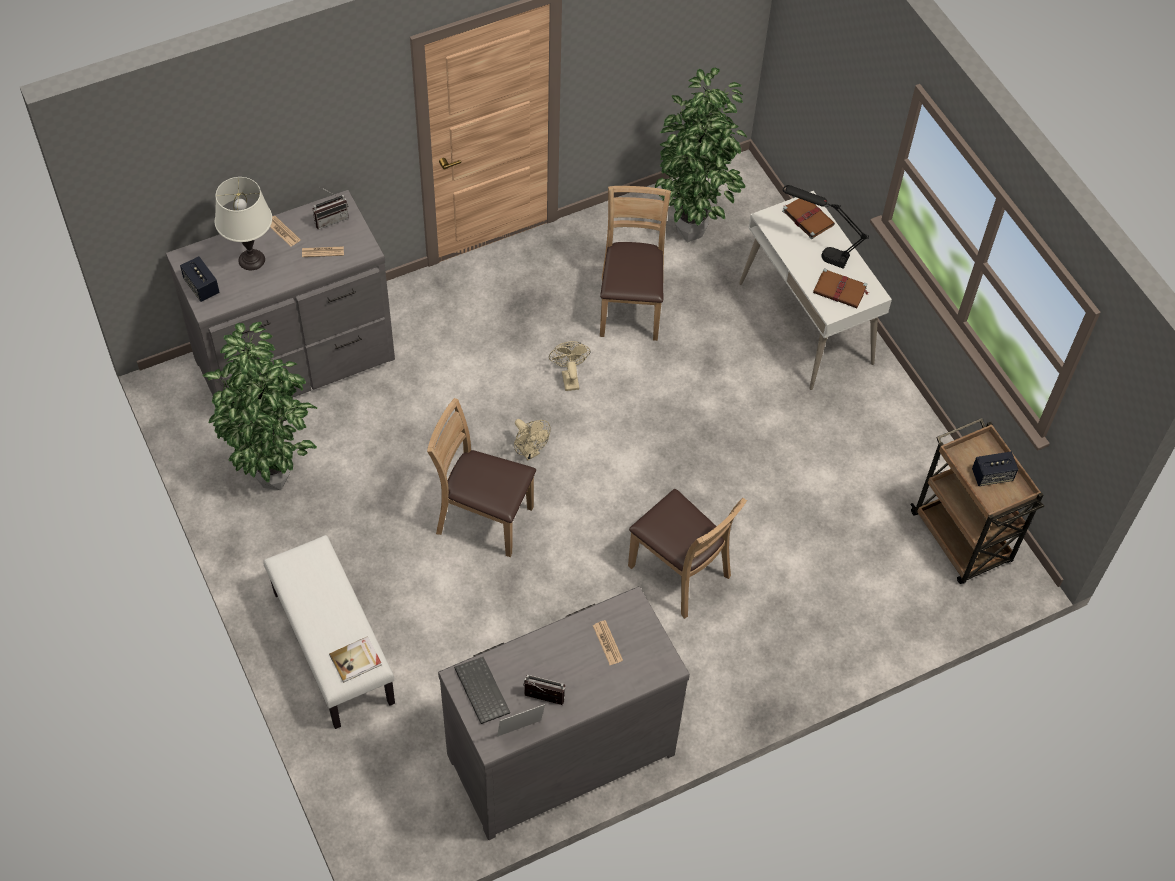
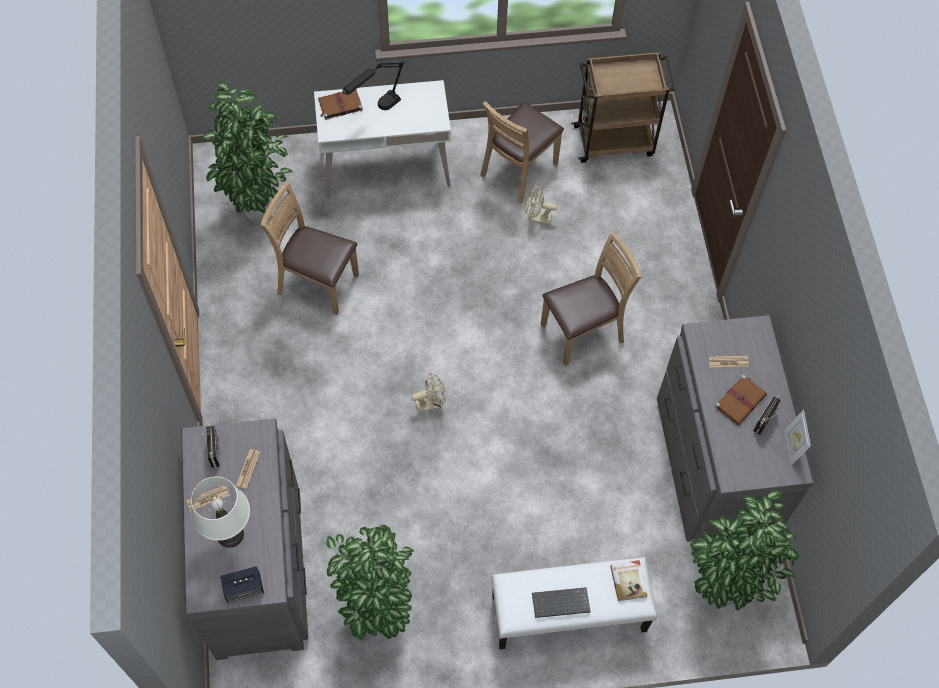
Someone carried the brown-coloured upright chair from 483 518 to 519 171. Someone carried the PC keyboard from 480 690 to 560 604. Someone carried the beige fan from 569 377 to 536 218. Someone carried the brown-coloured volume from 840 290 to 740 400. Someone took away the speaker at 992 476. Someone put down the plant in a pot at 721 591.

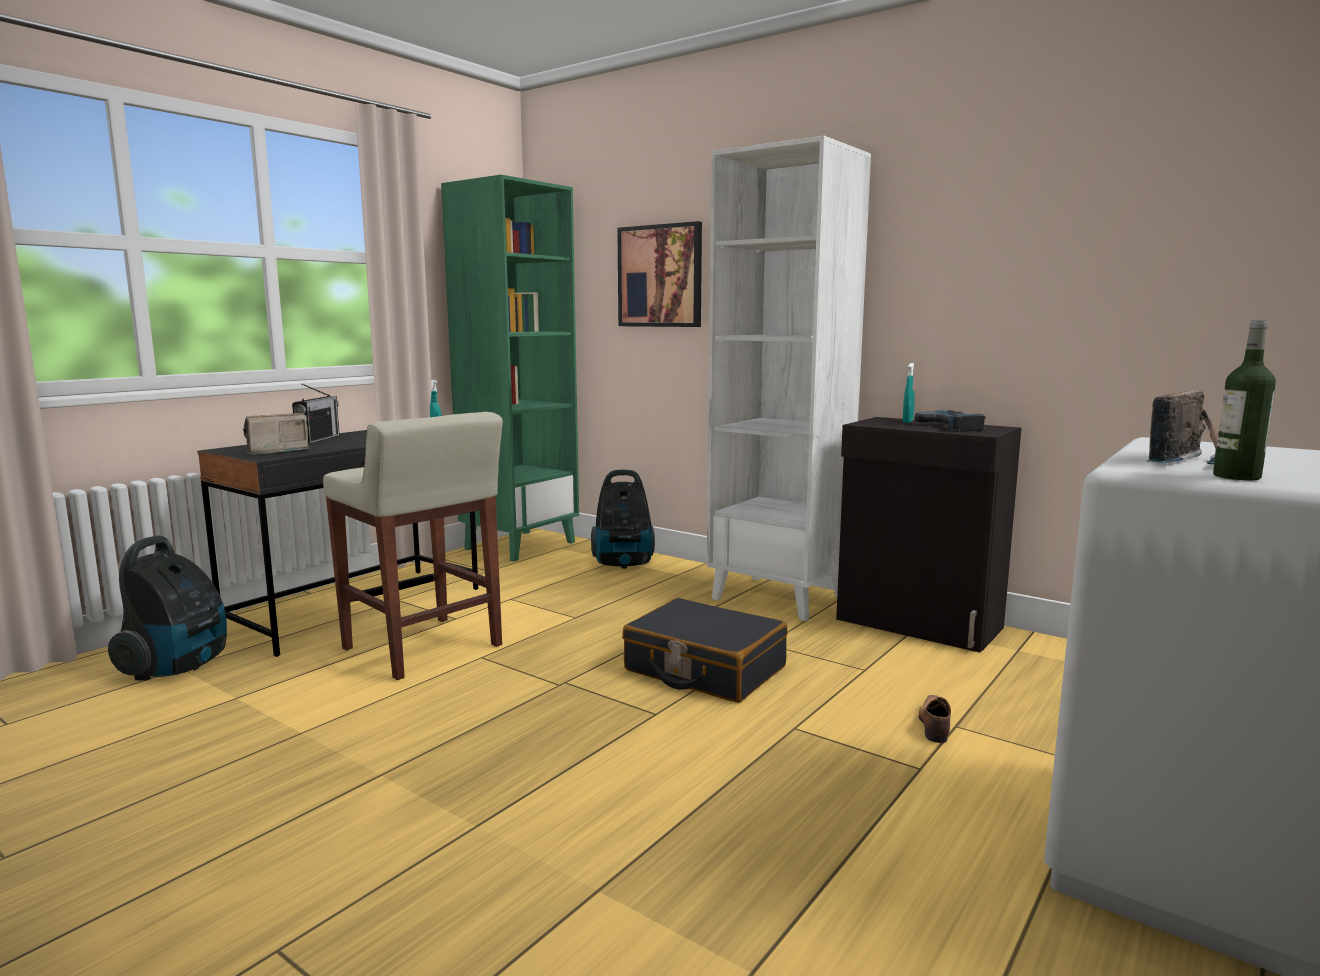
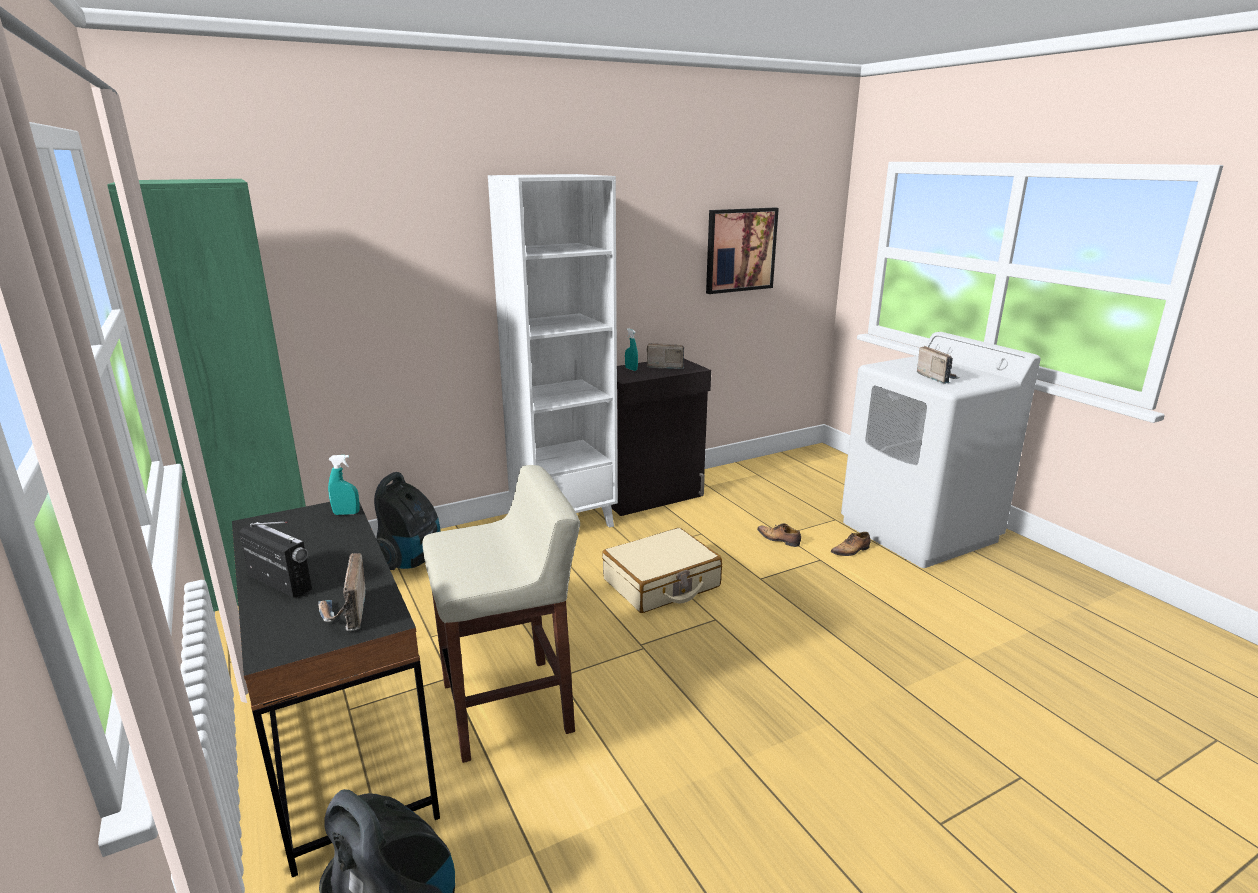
Someone carried the wall art from 660 276 to 740 250. Someone repainted the black-coloured suitcase at 704 669, which became the beige suitcase at 661 583. Someone swapped the electric drill at 955 427 for the radio receiver at 665 366. Someone took away the bottle at 1236 476. Someone put down the low shoe at 851 551.

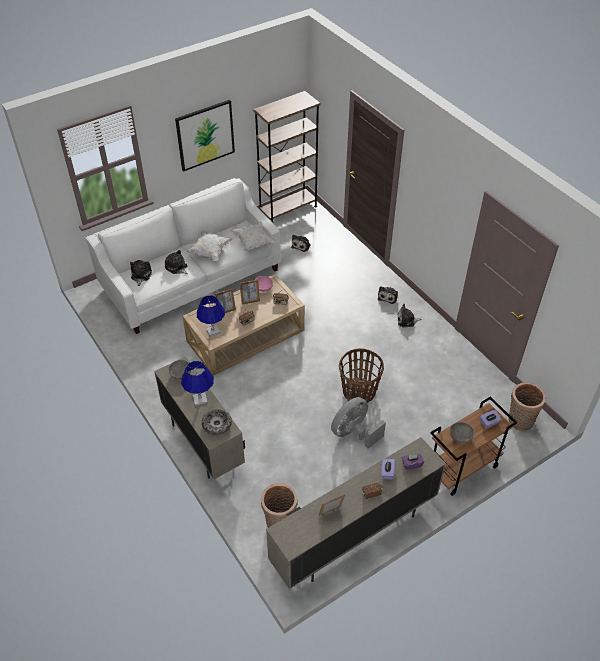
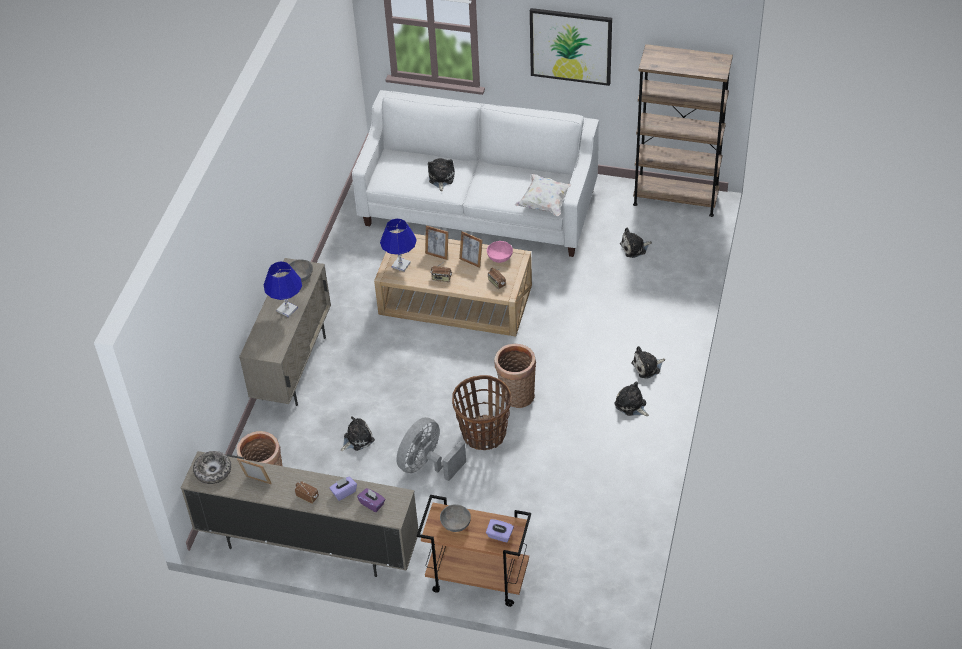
Someone carried the plush toy from 140 275 to 357 439. Someone took away the white-coloured pillow at 209 251. Someone carried the serving bowl from 217 424 to 213 471. Someone rotated the greyish fan at 354 433 by 60 degrees counterclockwise. Someone carried the storage basket from 519 422 to 516 395.

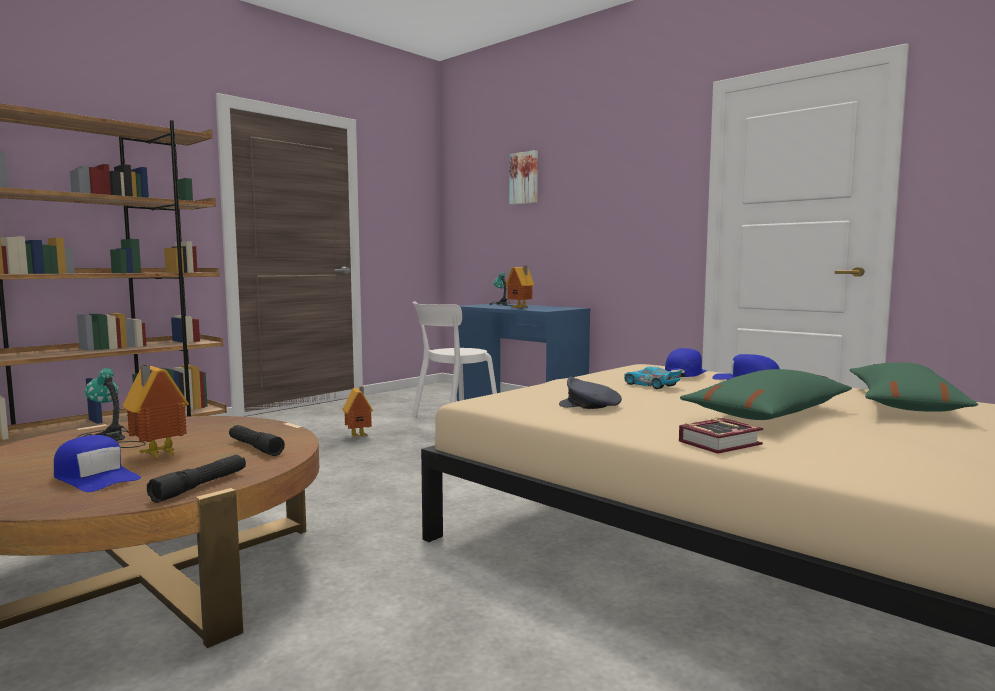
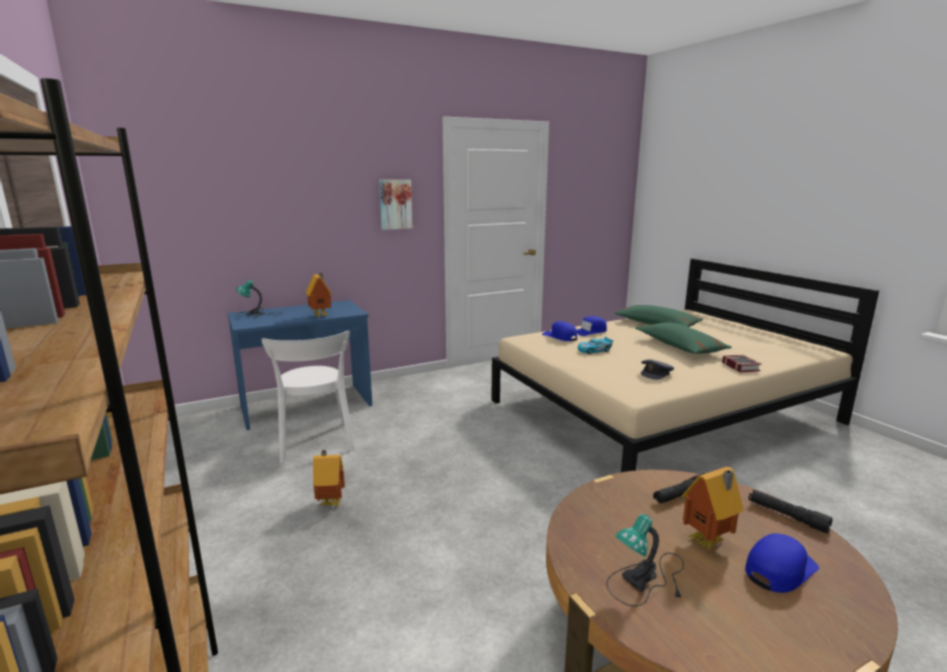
Someone carried the wall art from 524 178 to 395 204.

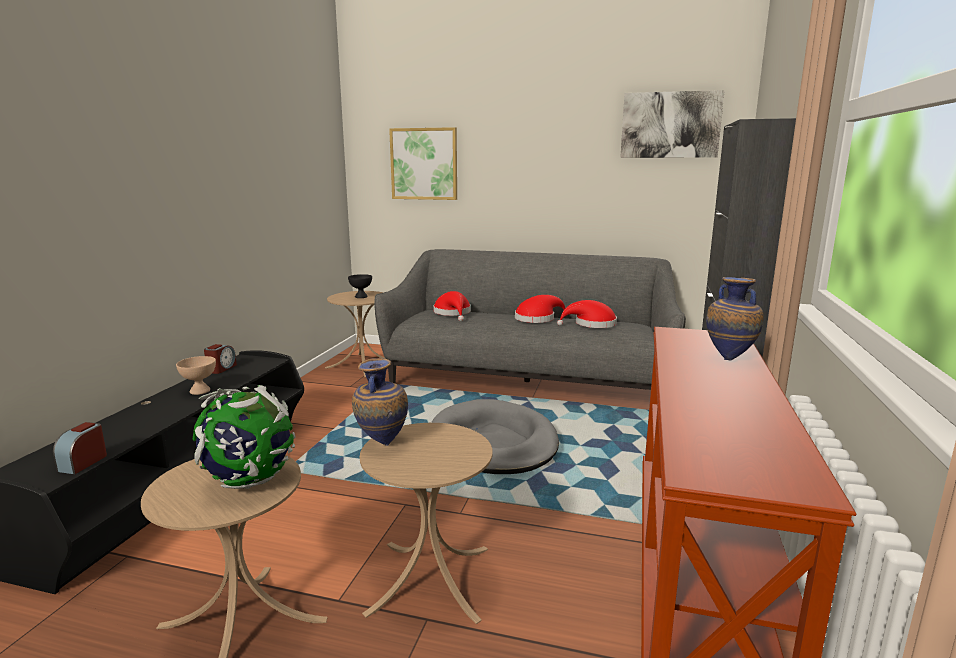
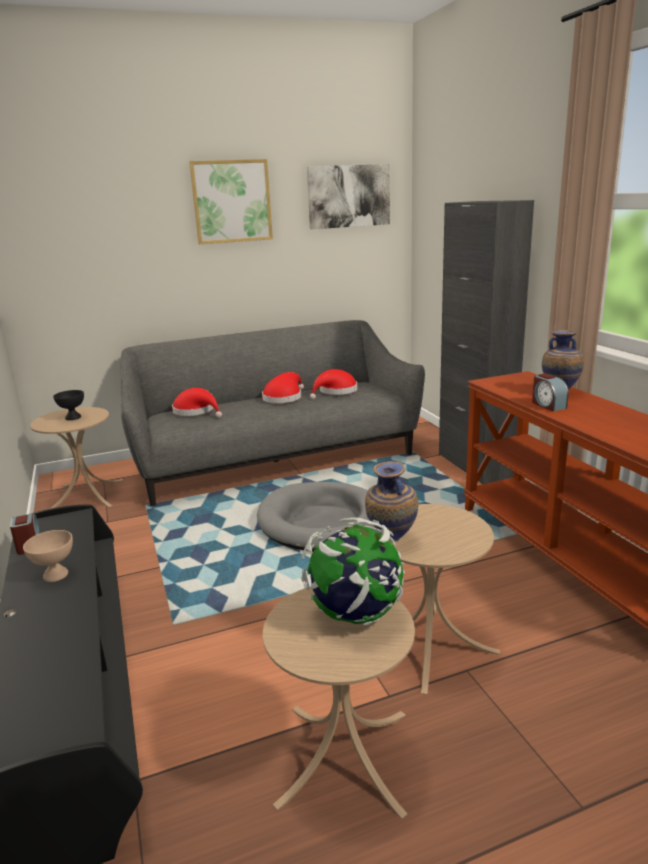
Someone carried the table clock from 83 463 to 548 405. Someone carried the wall art from 424 164 to 231 201.

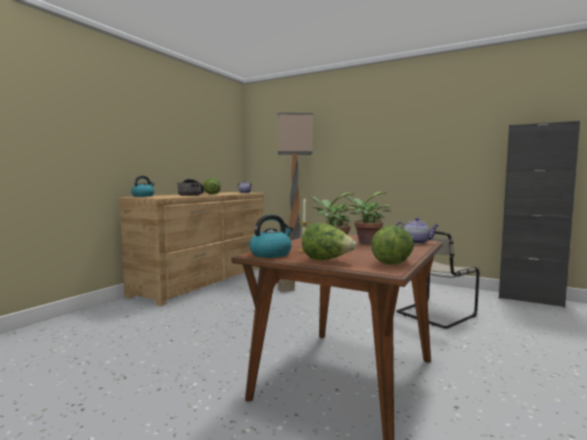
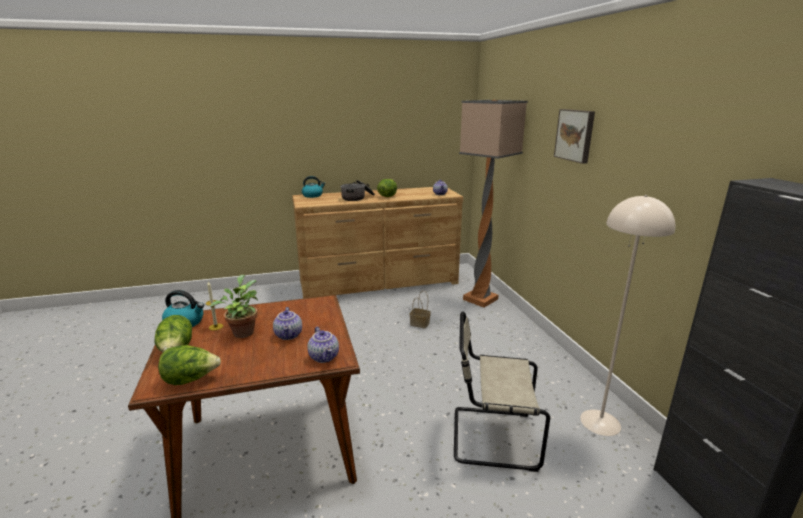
Someone swapped the plant in a pot at 365 242 for the teapot at 289 335. Someone put up the wall art at 575 135. Someone put down the beige floor lamp at 600 422.

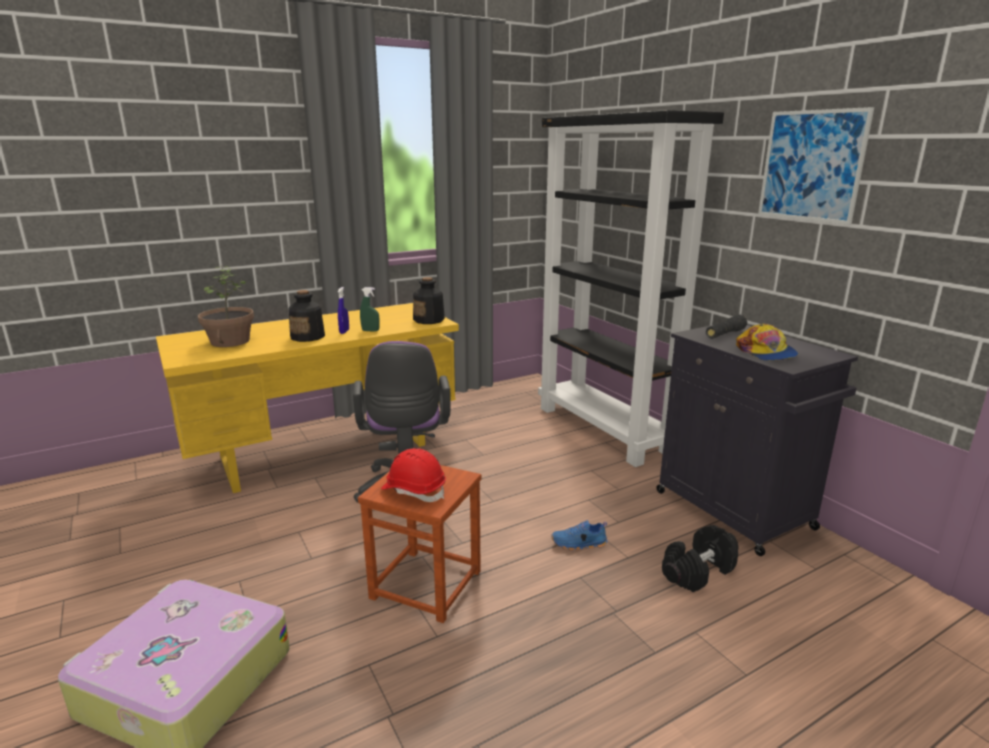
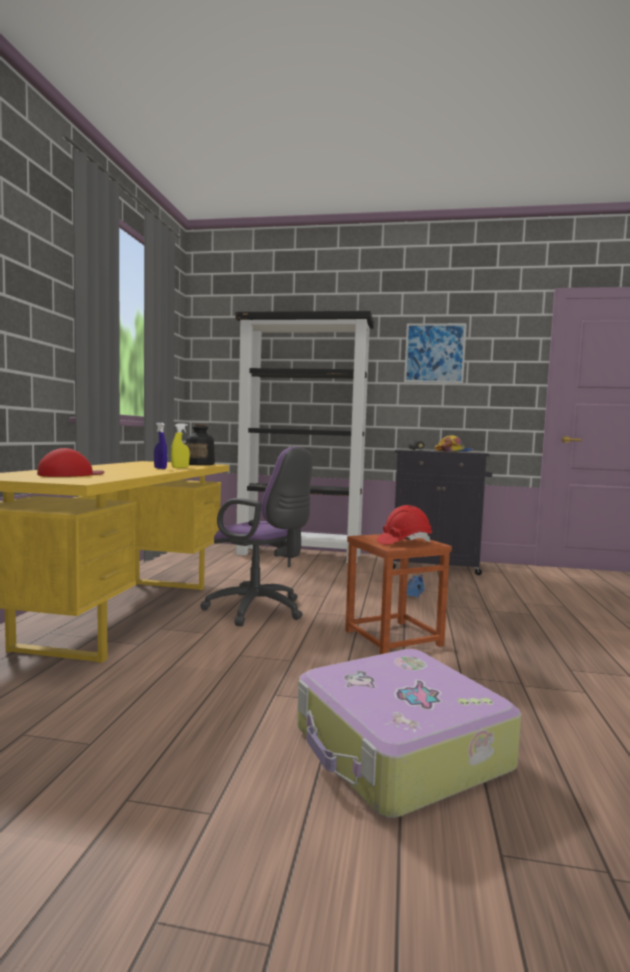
Someone swapped the plant in a pot at 229 341 for the reddish peaked cap at 71 474. Someone took away the bottle at 308 337. Someone repainted the green-coloured sprayer at 370 331, which became the yellow-coloured sprayer at 180 467. Someone took away the black-coloured hand weight at 698 571.

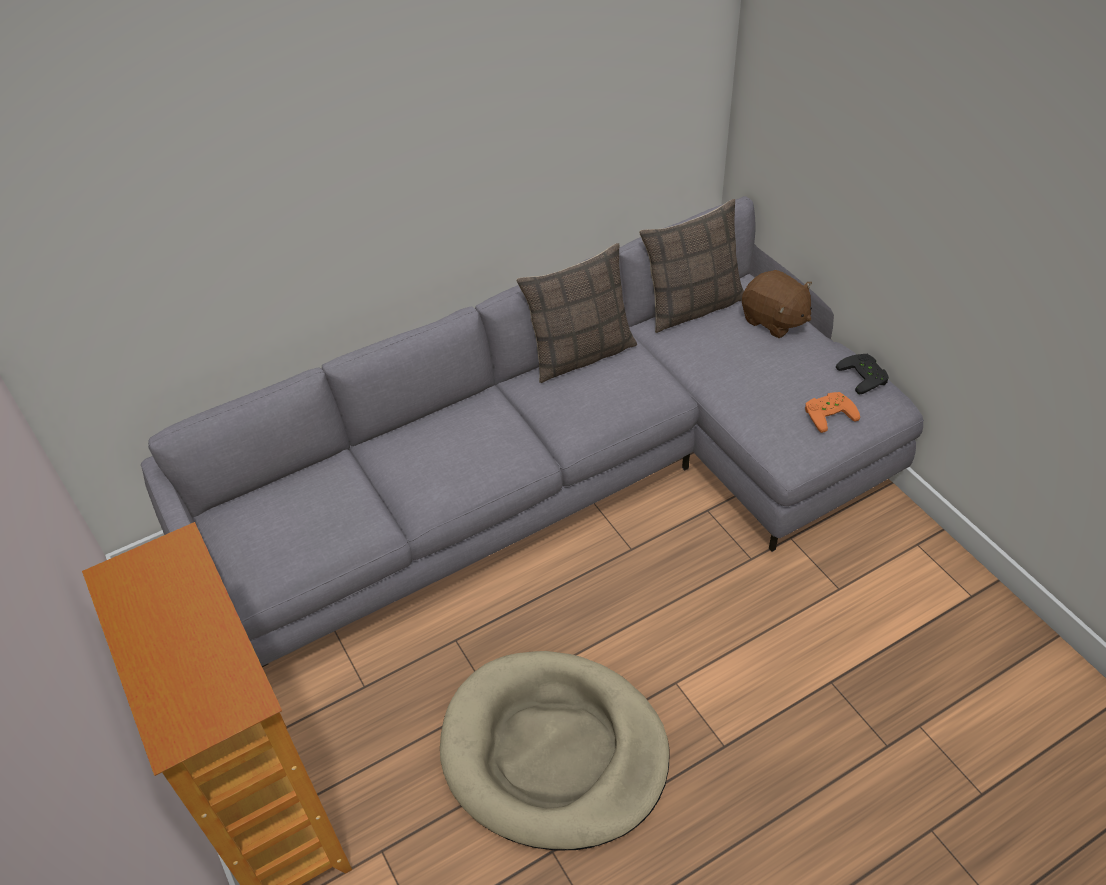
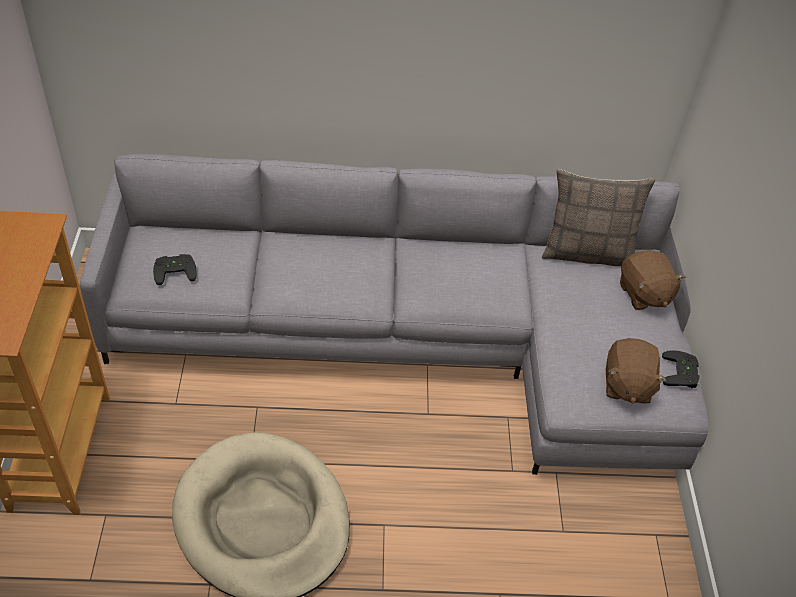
Someone took away the pillow at 580 353. Someone swapped the orange-coloured gamepad at 828 412 for the brown-coloured plush toy at 626 385. Someone put down the black-coloured gamepad at 175 270.

